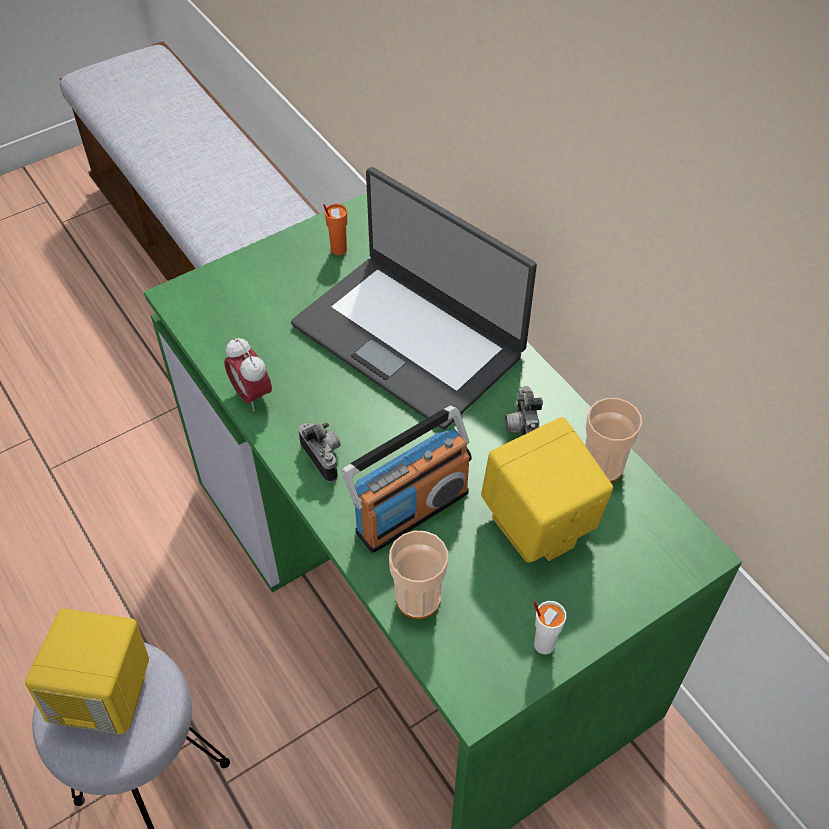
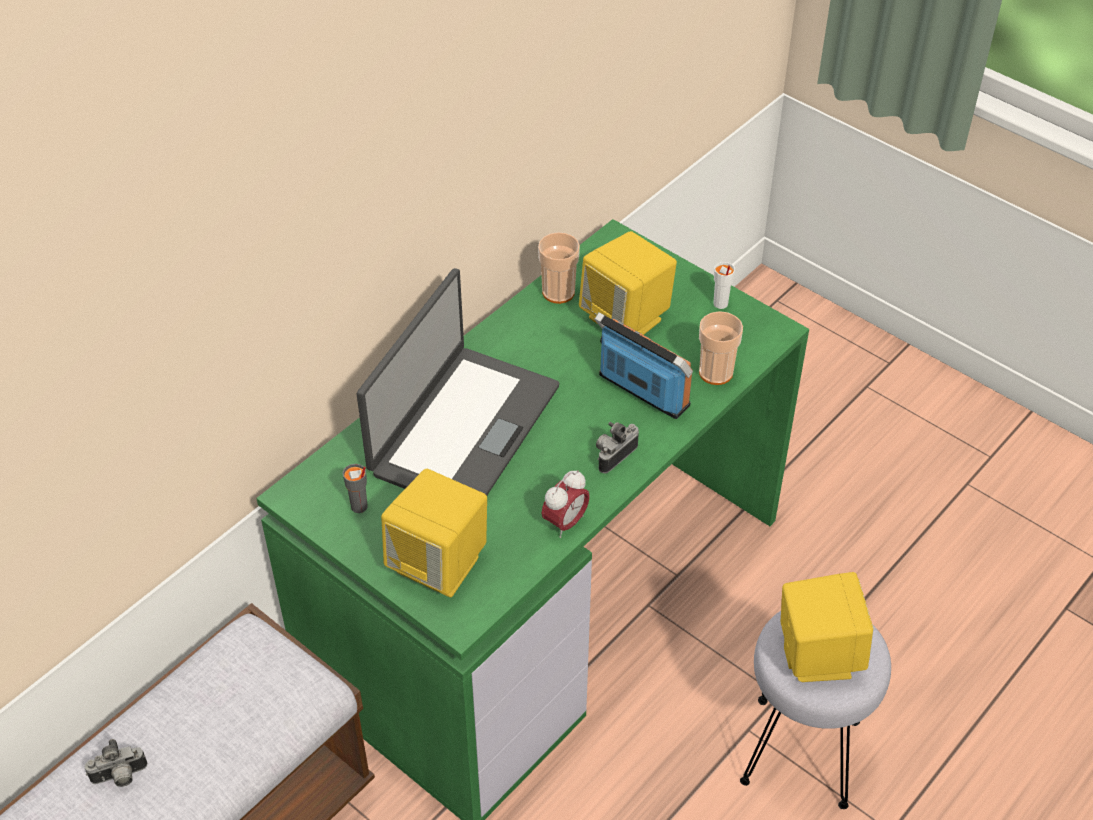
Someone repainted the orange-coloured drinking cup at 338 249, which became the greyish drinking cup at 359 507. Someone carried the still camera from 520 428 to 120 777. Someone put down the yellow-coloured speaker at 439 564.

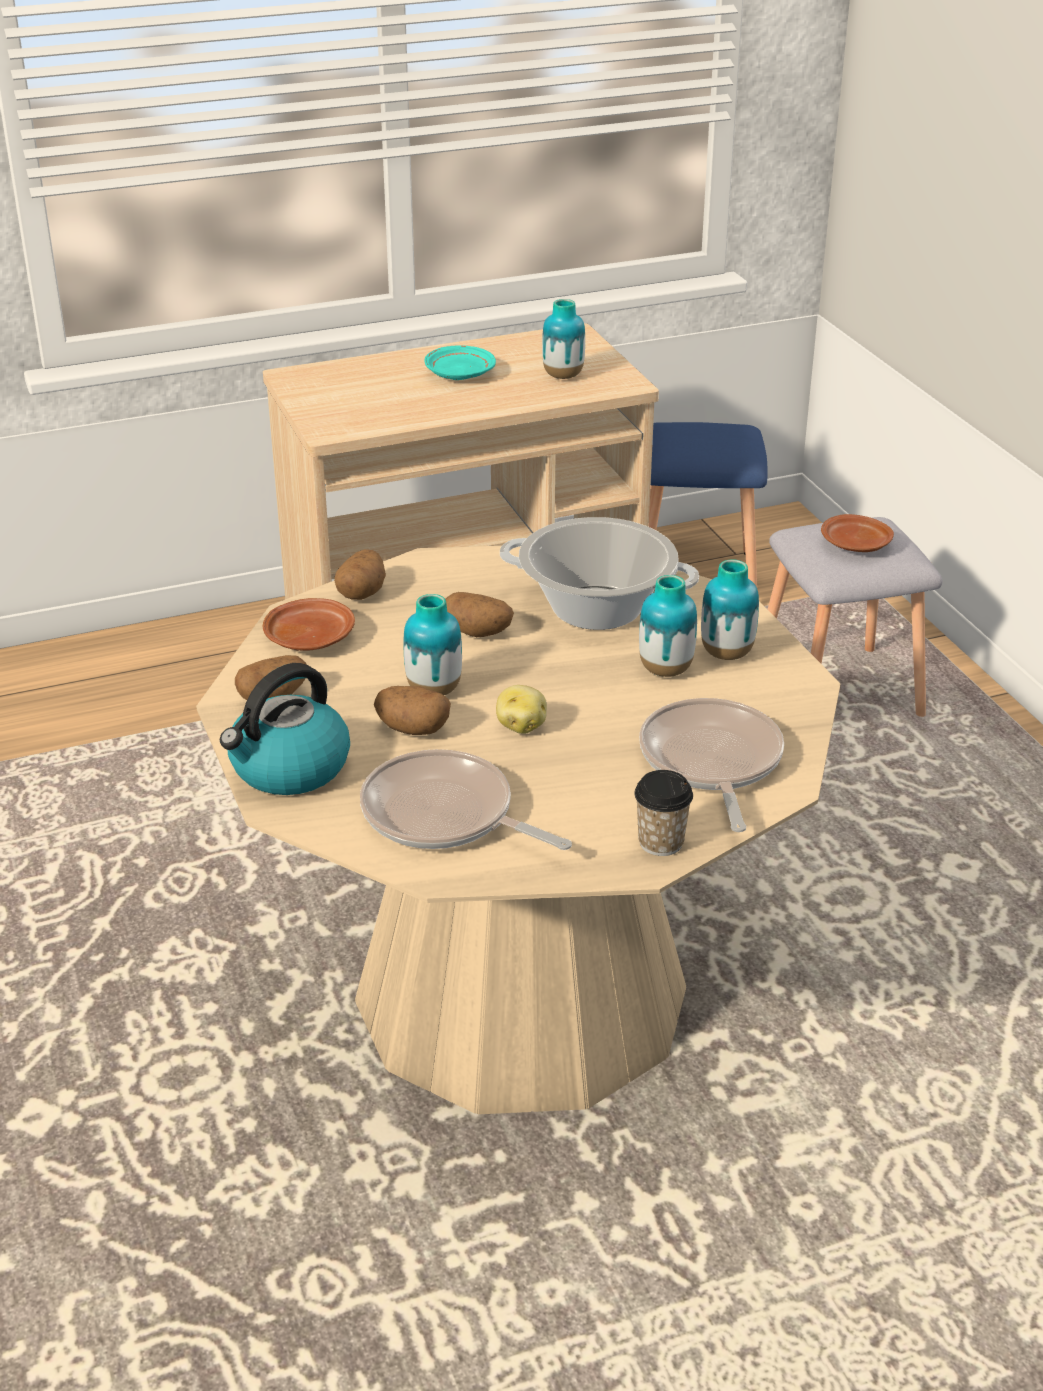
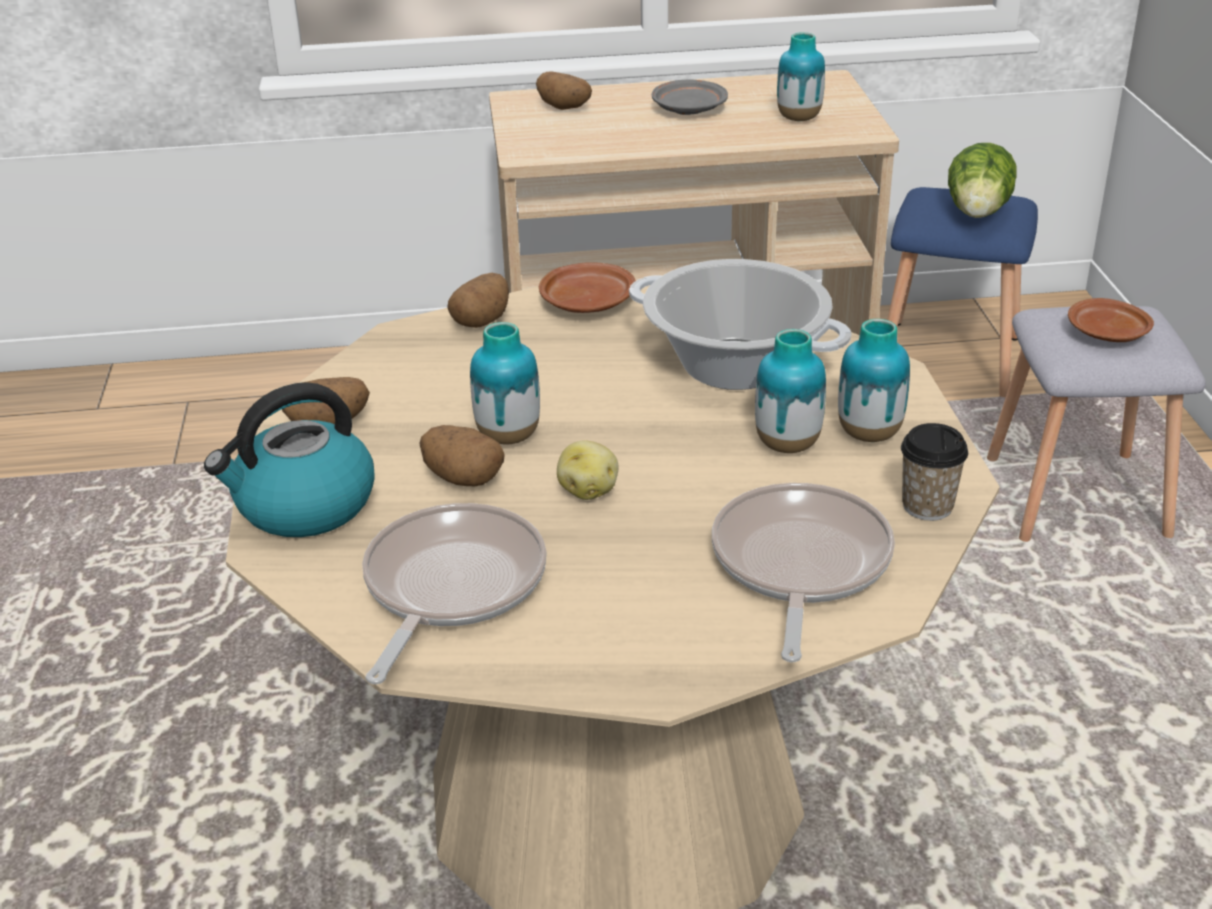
Someone carried the brown-coloured plate from 310 638 to 588 303. Someone rotated the skillet at 445 816 by 60 degrees clockwise. Someone repainted the turquoise-coloured plate at 459 374, which became the greyish plate at 688 109. Someone carried the potato from 478 633 to 565 107. Someone carried the drinking cup from 661 842 to 927 506. Someone put down the head of lettuce at 978 214.

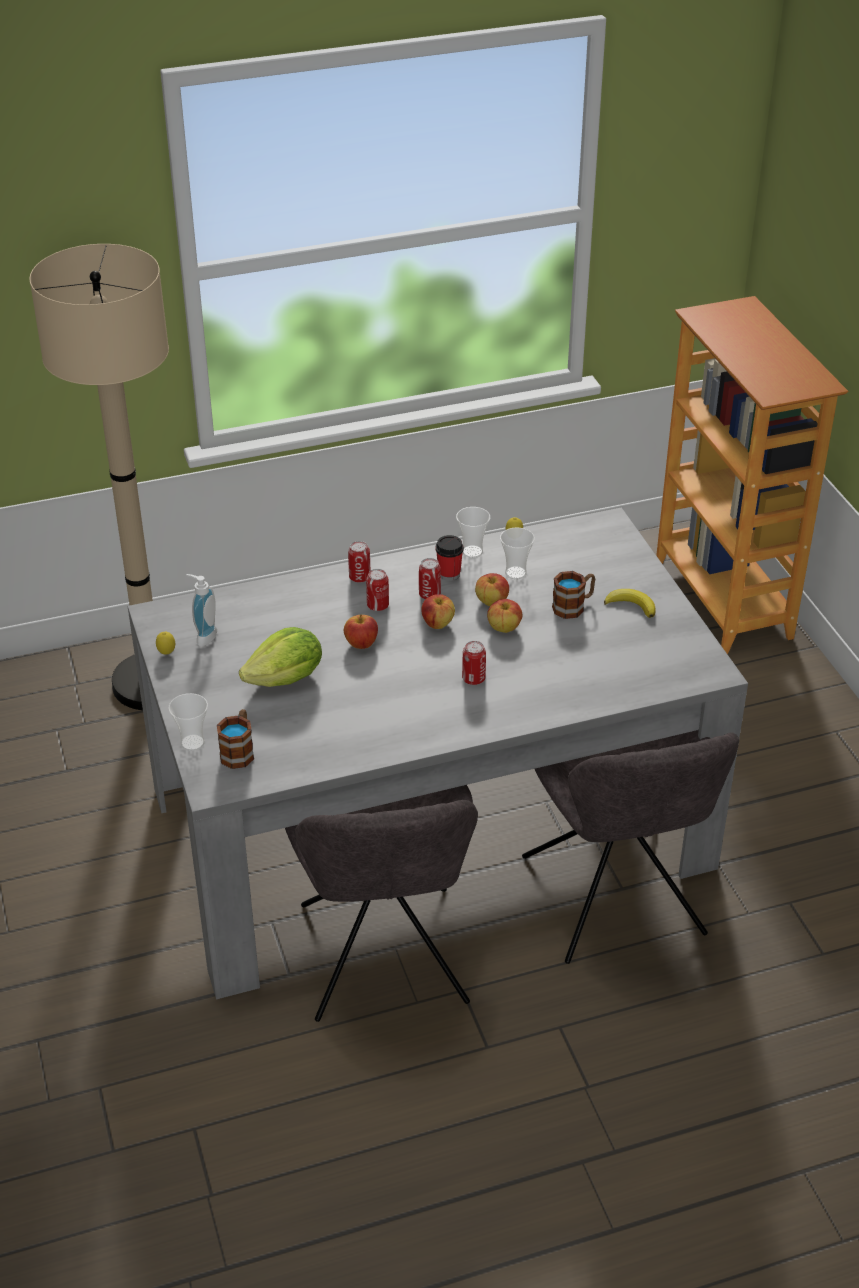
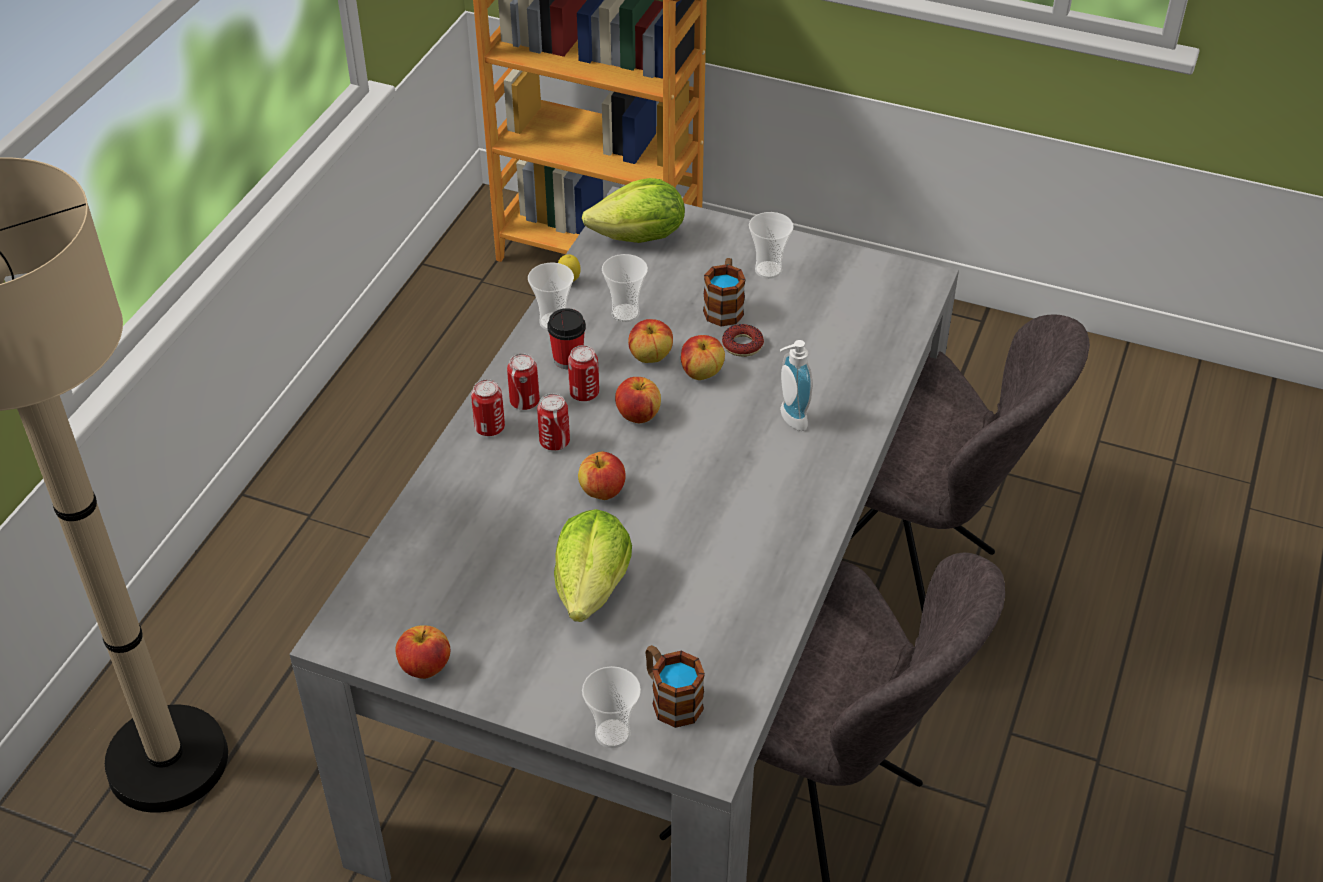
Someone swapped the lemon at 167 653 for the whole apple at 425 667. Someone carried the soap bottle from 203 636 to 789 419. Someone carried the metal can from 473 679 to 524 401. Someone swapped the banana at 631 605 for the drinking cup at 768 270. Someone put down the head of lettuce at 640 237. Someone put down the donut at 742 345.

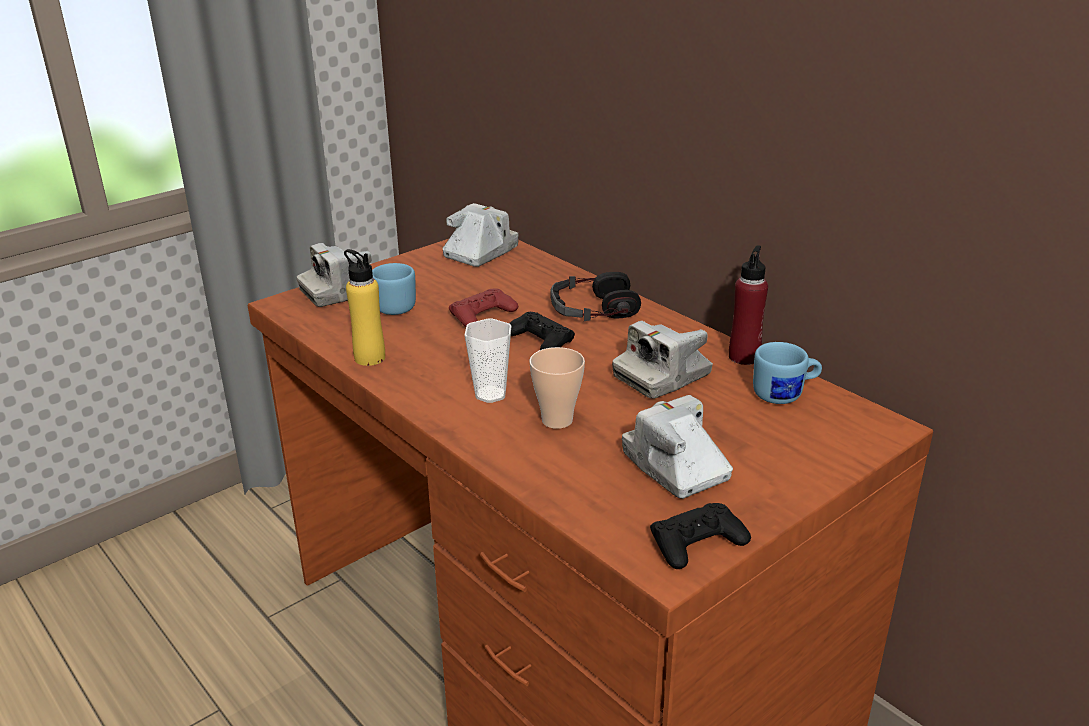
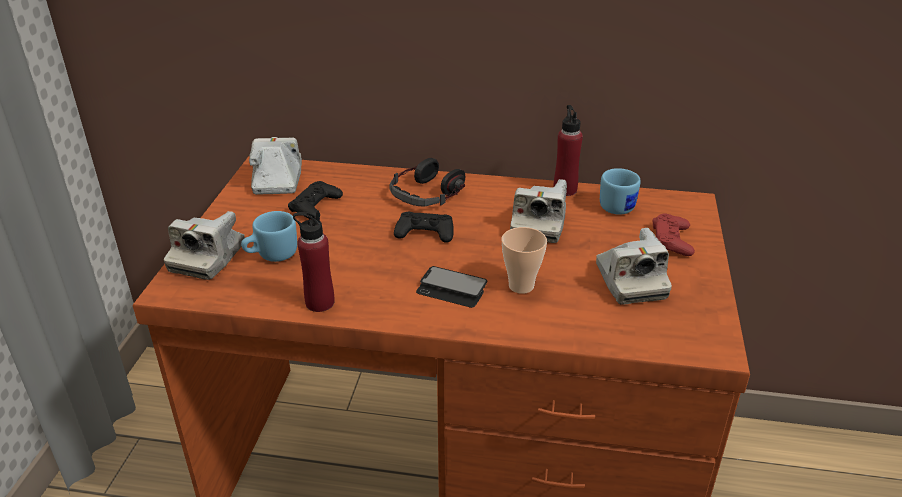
Someone repainted the yellow-coloured bottle at 369 358, which became the reddish bottle at 319 302. Someone carried the reddish gamepad from 482 315 to 671 240. Someone swapped the drinking cup at 490 394 for the phone at 452 288. Someone rotated the still camera at 675 466 by 120 degrees counterclockwise. Someone carried the black-coloured gamepad from 697 543 to 315 206.

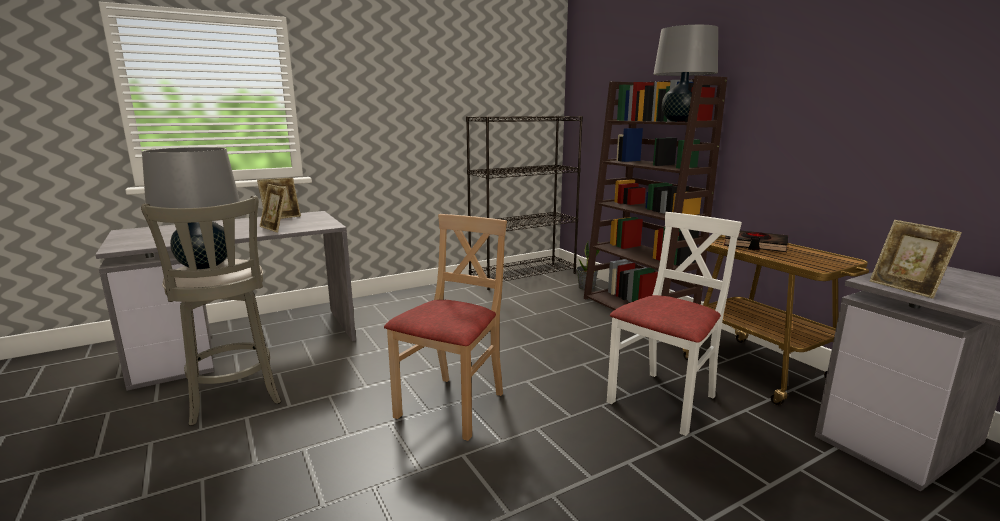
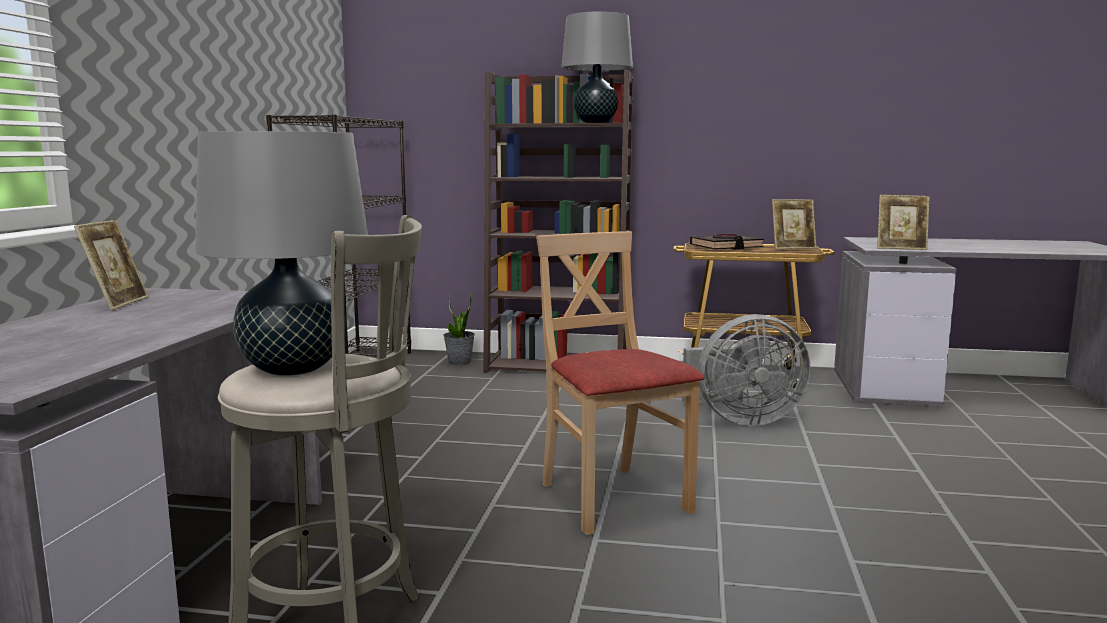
Someone carried the photo frame from 275 228 to 792 248. Someone swapped the white-coloured upright chair at 664 400 for the greyish fan at 741 420.

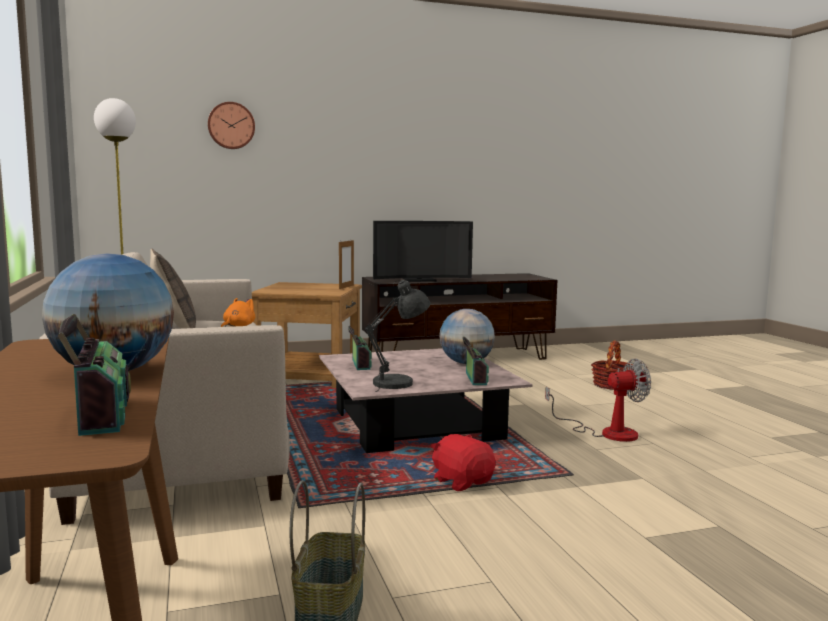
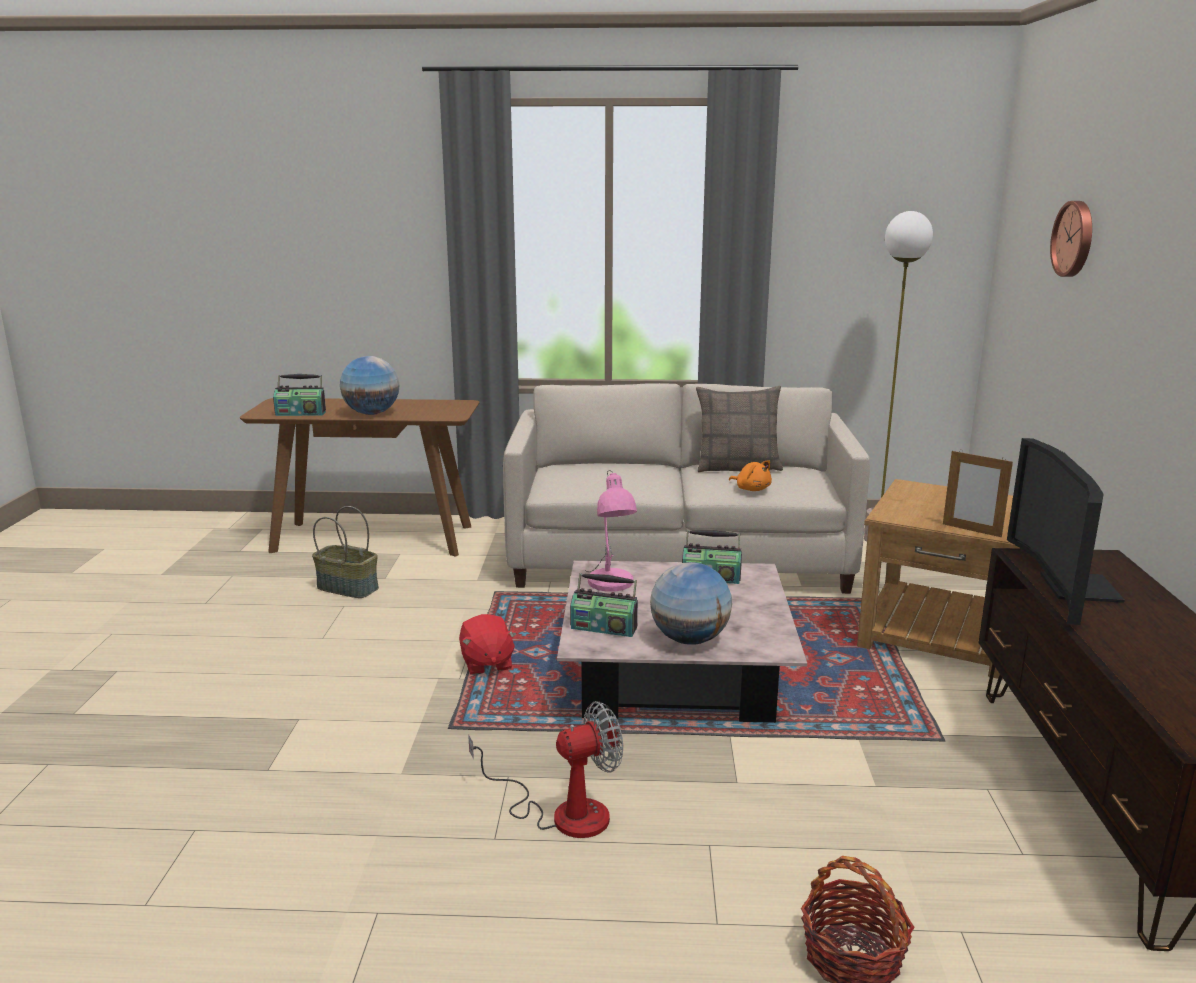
Someone repainted the greyish table lamp at 398 383, which became the pink-coloured table lamp at 611 585. Someone rotated the reddish plush toy at 462 481 by 90 degrees clockwise. Someone rotated the fan at 606 432 by 120 degrees counterclockwise.

